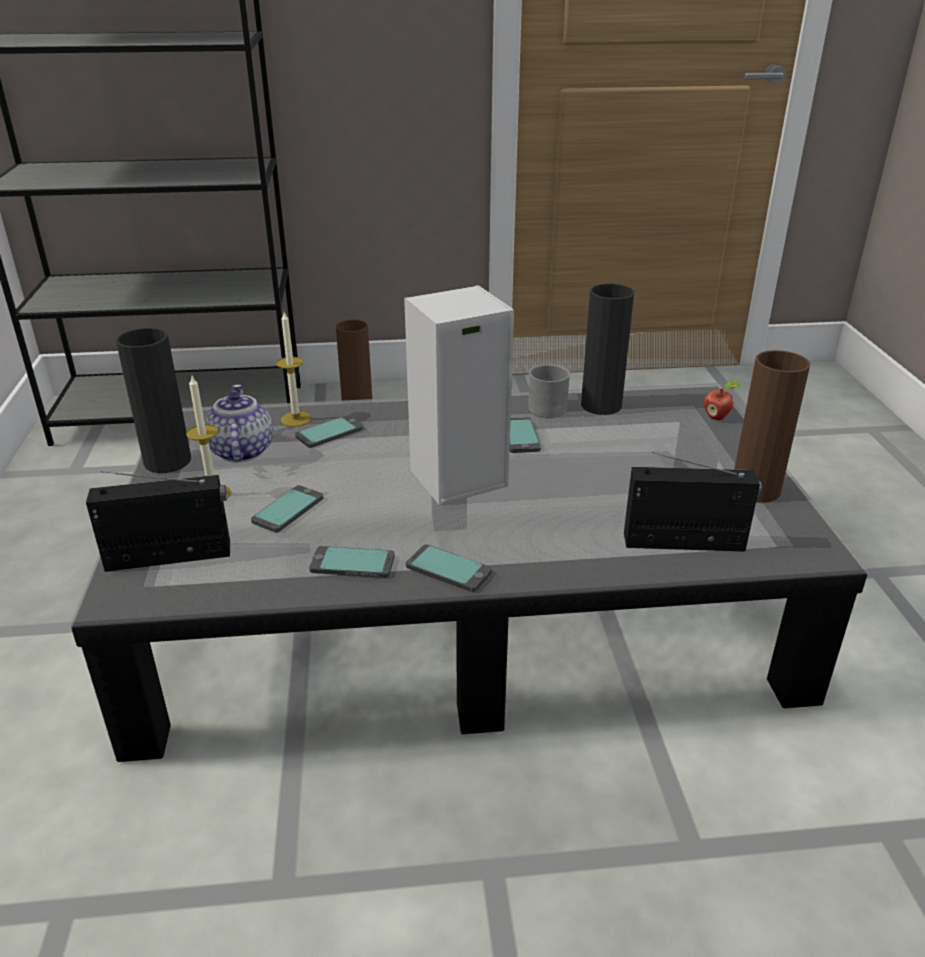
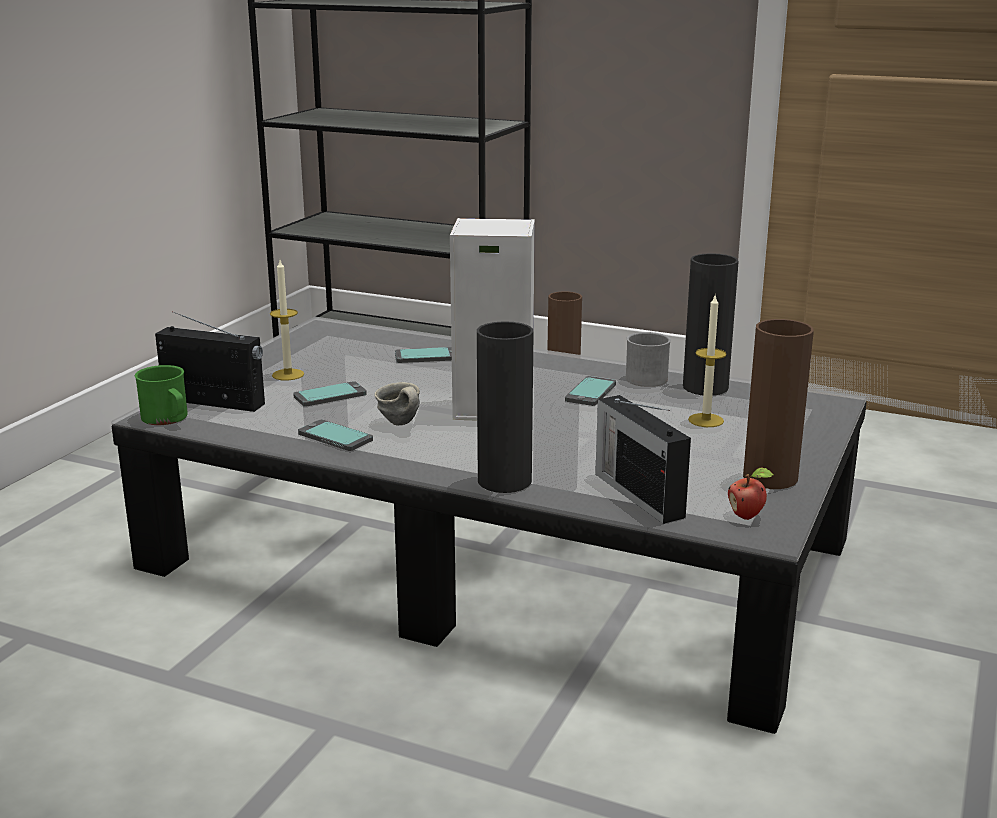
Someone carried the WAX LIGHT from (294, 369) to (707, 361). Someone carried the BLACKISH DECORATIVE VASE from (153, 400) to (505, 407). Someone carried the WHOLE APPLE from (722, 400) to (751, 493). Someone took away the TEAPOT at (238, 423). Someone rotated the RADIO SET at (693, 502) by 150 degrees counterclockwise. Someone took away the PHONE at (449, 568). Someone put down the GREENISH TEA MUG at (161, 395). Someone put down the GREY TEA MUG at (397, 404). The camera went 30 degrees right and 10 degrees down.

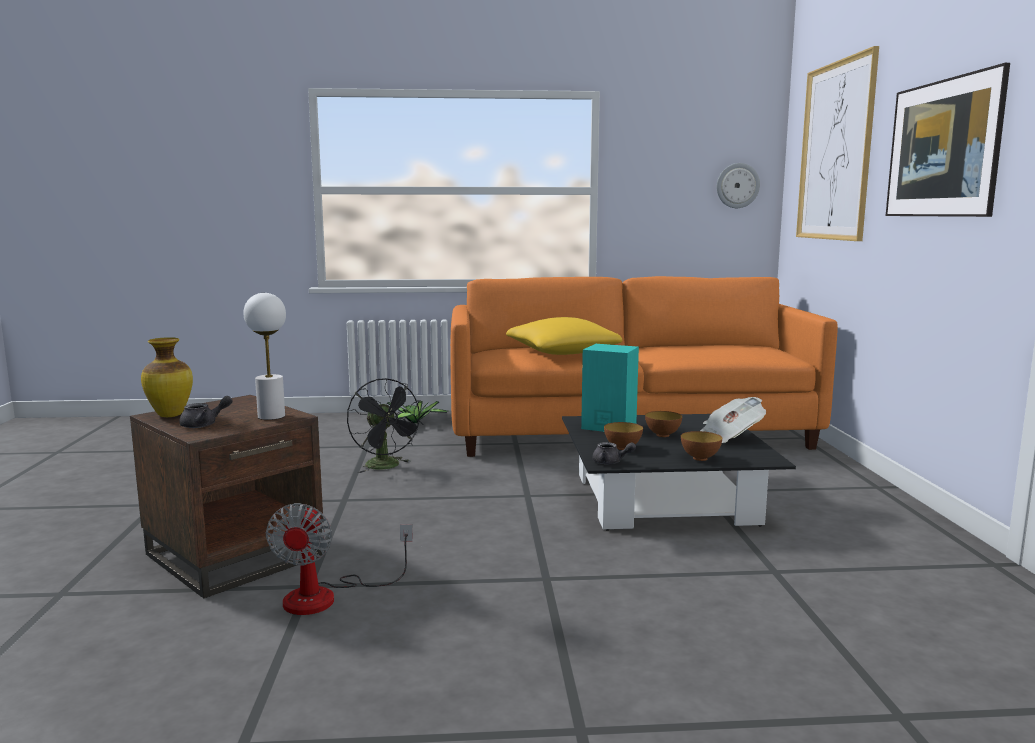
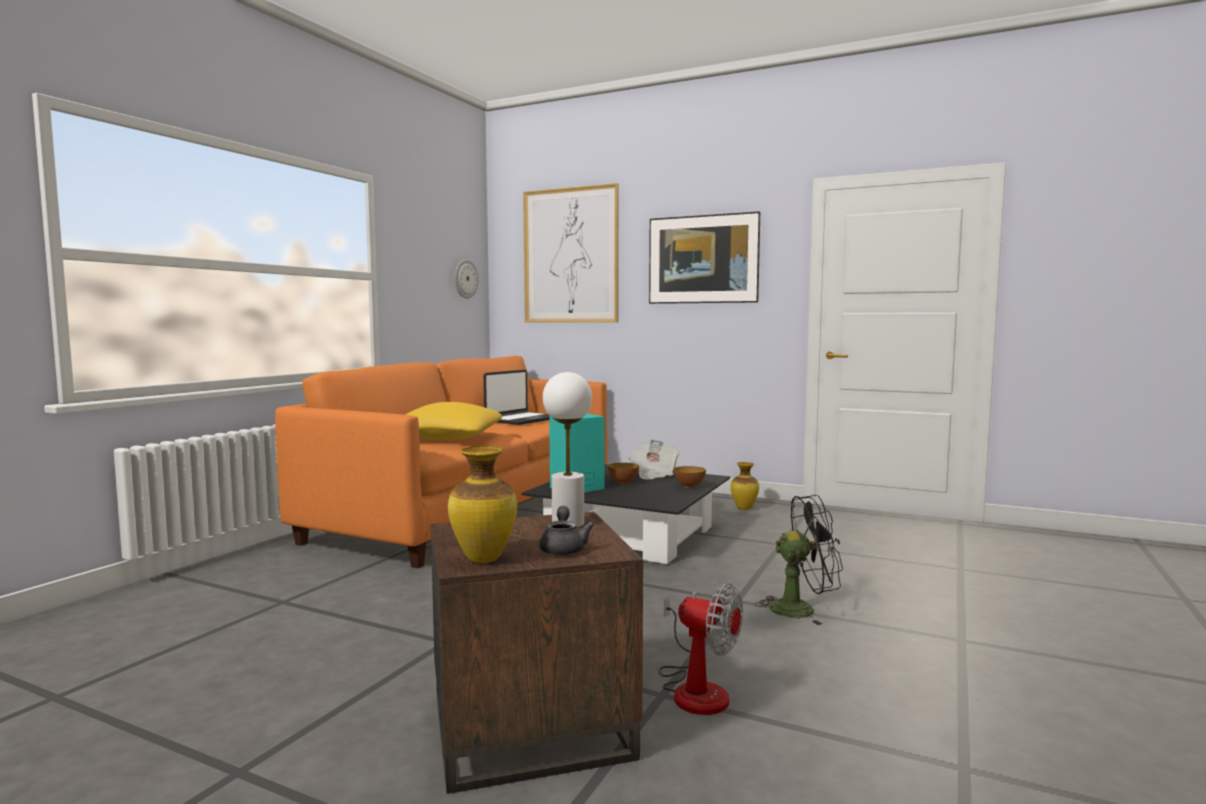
Someone carried the BLACKISH COOLING FAN from (385, 425) to (798, 560). Someone took away the POTTED PLANT at (417, 412). Someone took away the BOWL at (623, 436). Someone took away the GREY TEAPOT at (614, 453). Someone put down the LAPTOP at (516, 397). Someone put down the DECORATIVE VASE at (745, 486). The camera went 60 degrees left and 5 degrees down.

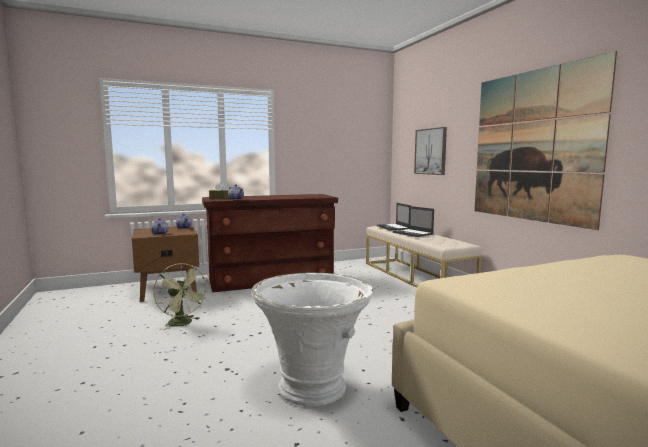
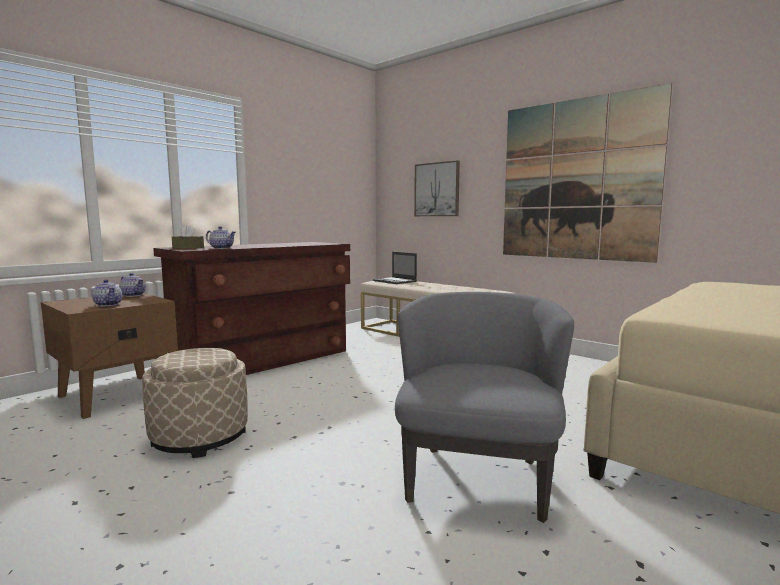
Someone took away the LAPTOP at (413, 221). Someone swapped the GREENISH COOLING FAN at (181, 296) for the SAND-COLOURED OTTOMAN at (195, 403). Someone swapped the WHITE-COLOURED PLANT POT at (312, 339) for the GREY EASY CHAIR at (484, 407). The camera went 25 degrees left and 0 degrees up.

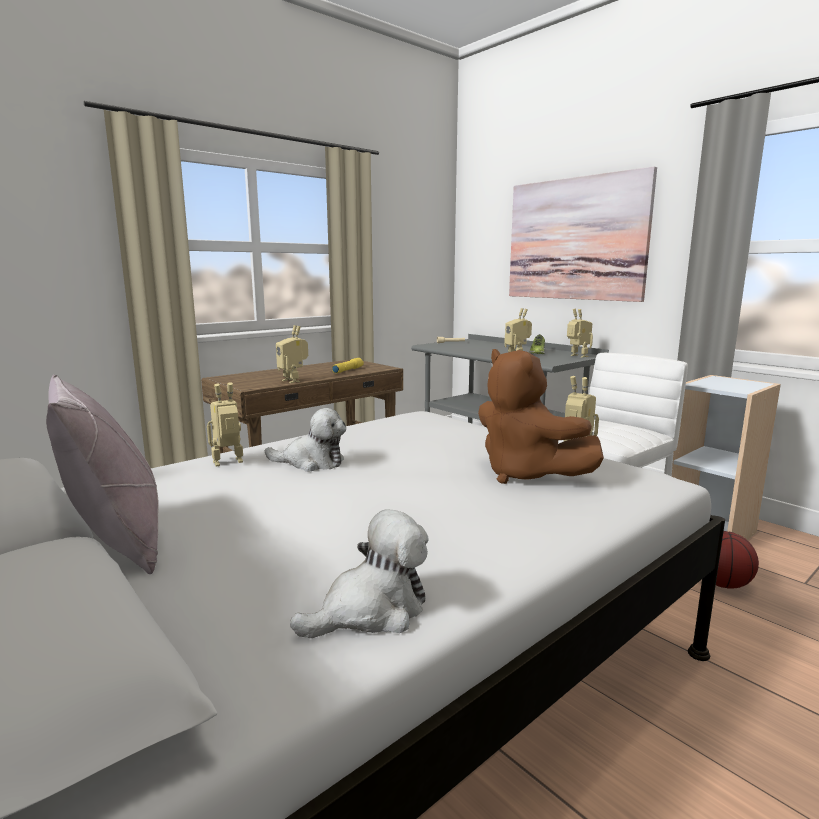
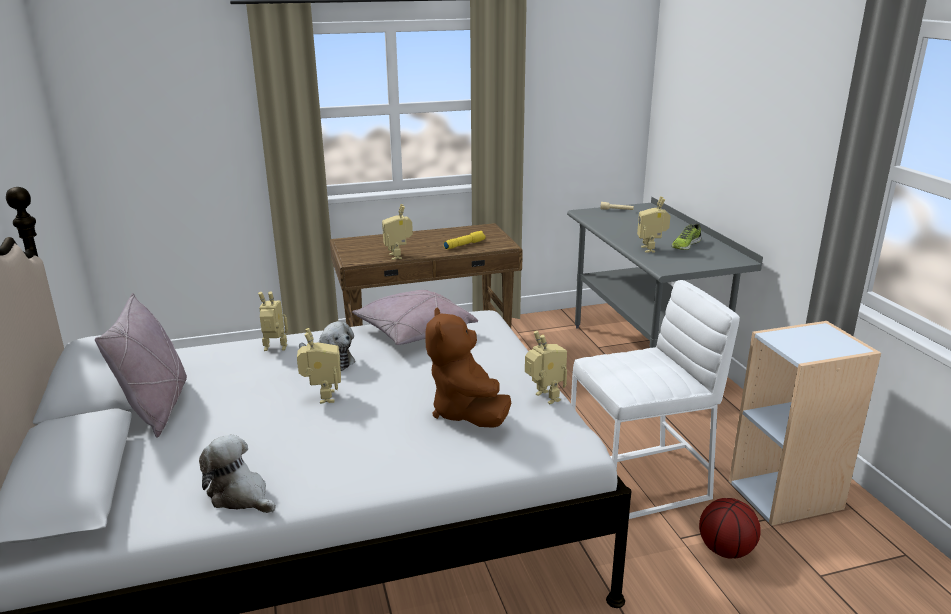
Someone took away the WALL ART at (583, 234). Someone carried the MODEL ROBOT from (580, 333) to (319, 366). Someone rotated the SOFT TOY at (359, 573) by 135 degrees counterclockwise. Someone put down the PURPLE PILLOW at (415, 317). The camera went 25 degrees right and 10 degrees up.

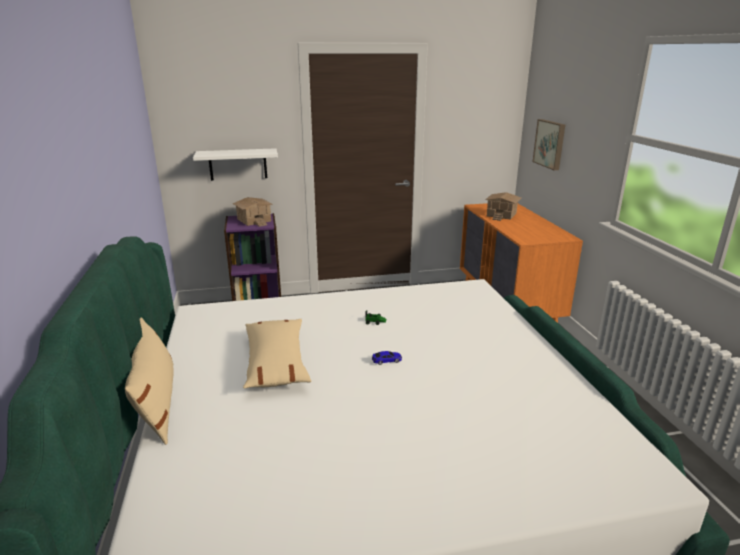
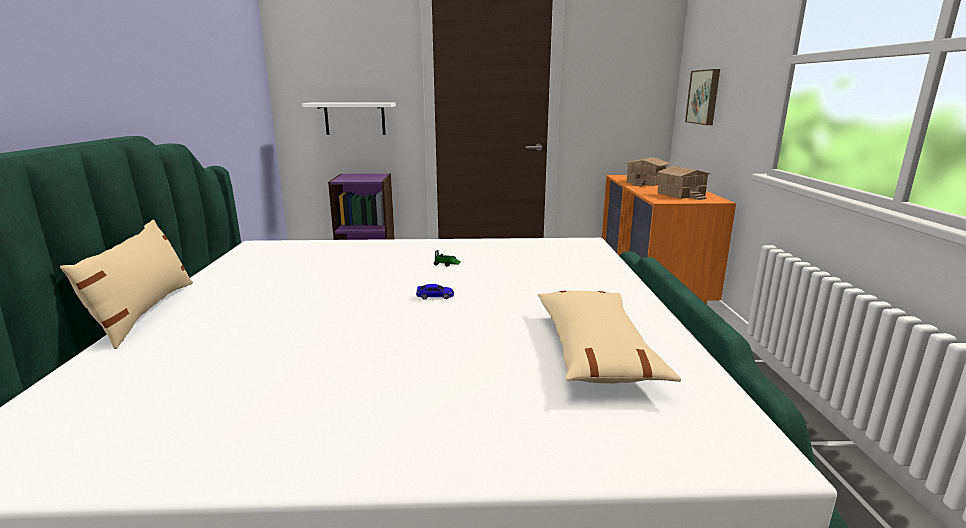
Someone carried the MODEL HOUSE from (252, 212) to (684, 183). Someone carried the SAND-COLOURED PILLOW from (277, 353) to (609, 337). The camera went 10 degrees right and 5 degrees down.

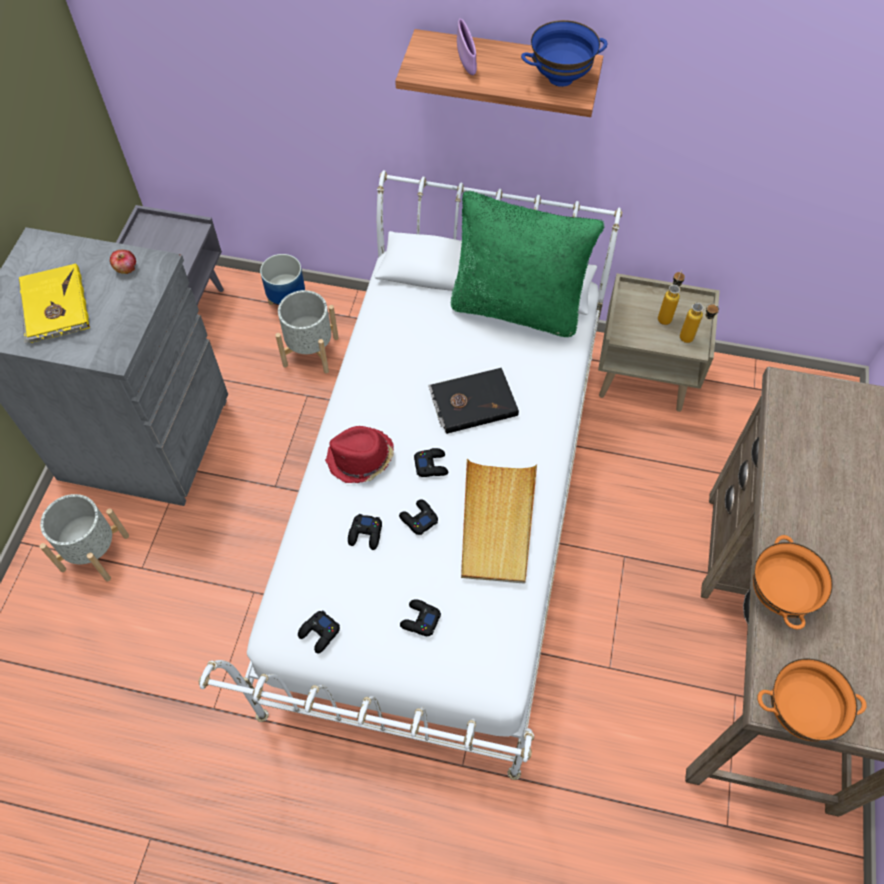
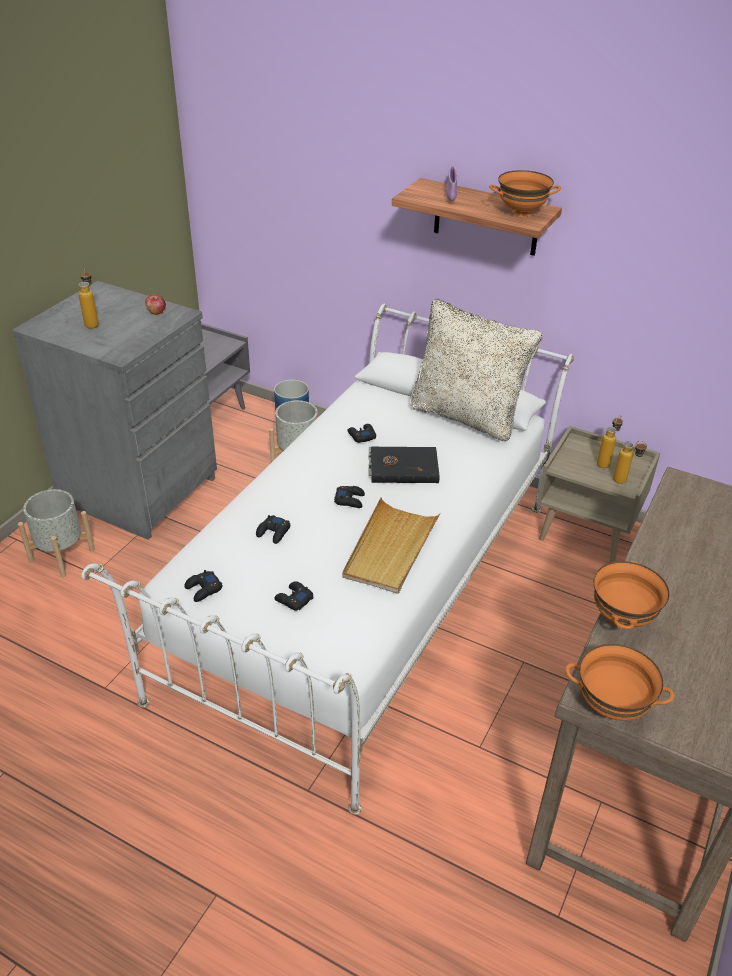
Someone repainted the BLUISH BOWL at (564, 53), which became the ORANGE BOWL at (525, 193). Someone repainted the GREENISH PILLOW at (528, 263), which became the SAND-COLOURED PILLOW at (476, 370). Someone swapped the YELLOW-COLOURED VOLUME at (54, 303) for the DRINK BOTTLE at (88, 298). Someone took away the REDDISH HAT at (359, 454). Someone carried the BLACKISH GAME CONTROLLER from (418, 517) to (362, 433). The camera went 15 degrees right and 20 degrees down.

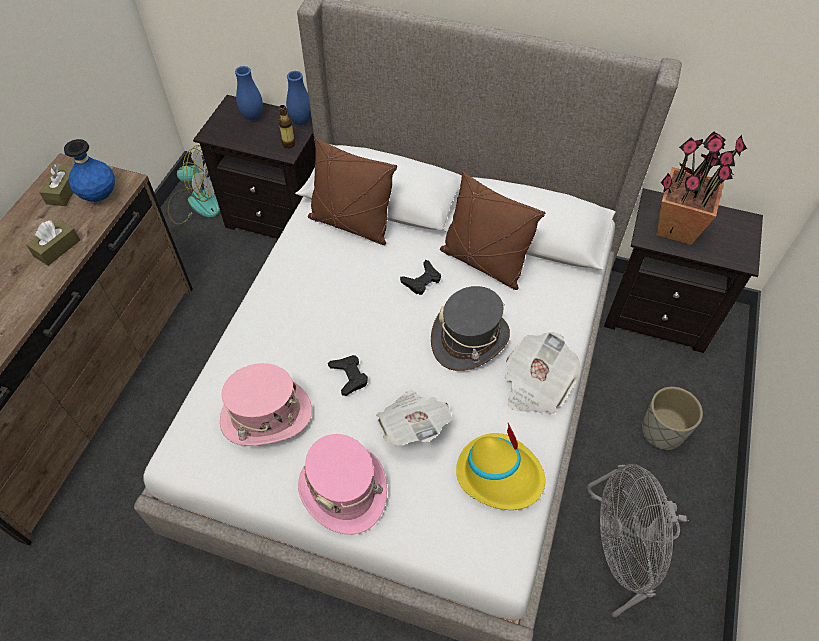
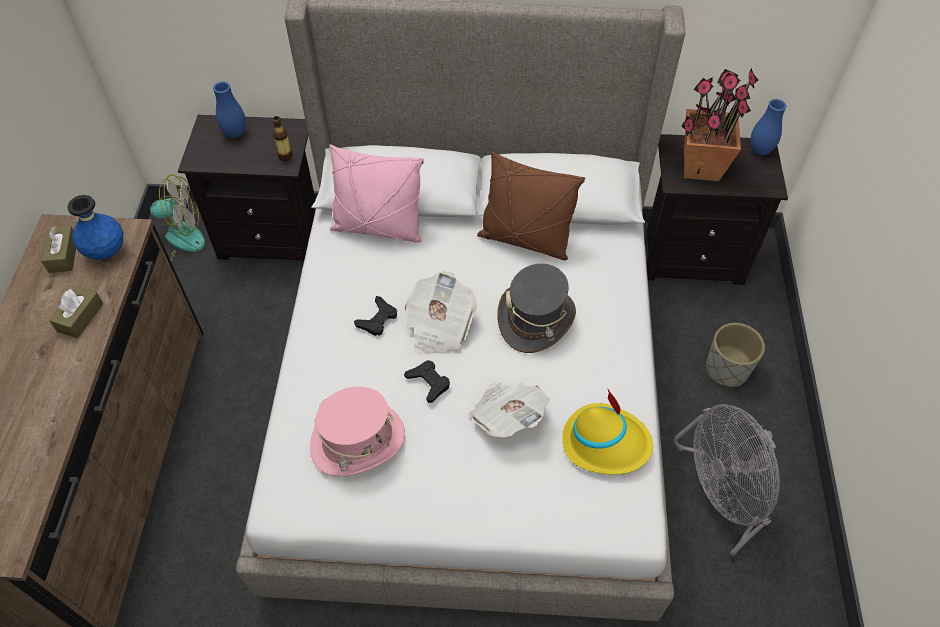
Someone carried the BLUISH DECORATIVE VASE from (298, 98) to (768, 127). Someone repainted the BROWNISH PILLOW at (352, 191), which became the PINK-COLOURED PILLOW at (376, 193). Someone carried the BLACKISH GAME CONTROLLER from (420, 277) to (375, 316). Someone carried the DAILY PAPER from (543, 373) to (440, 313). Someone took away the PINK-COLOURED HAT at (342, 484). The camera went 15 degrees left and 0 degrees up.

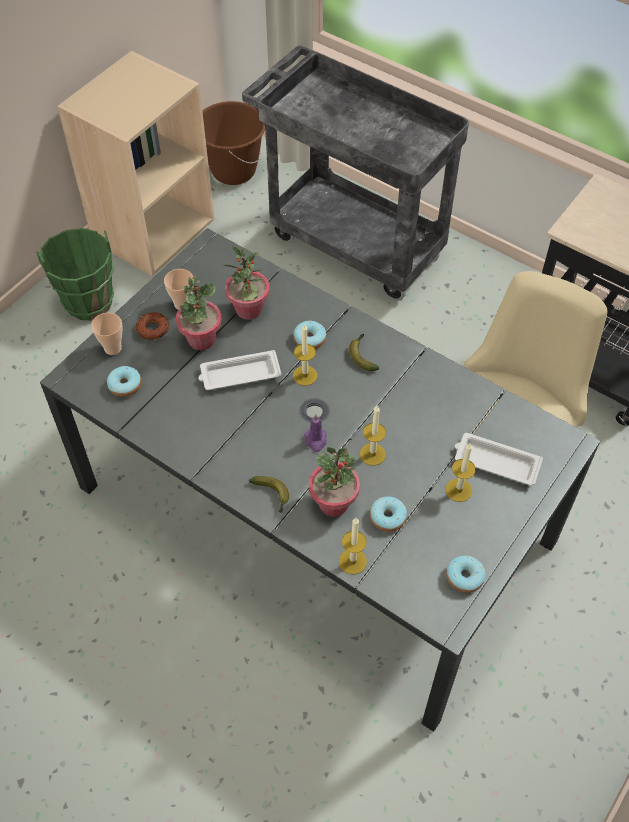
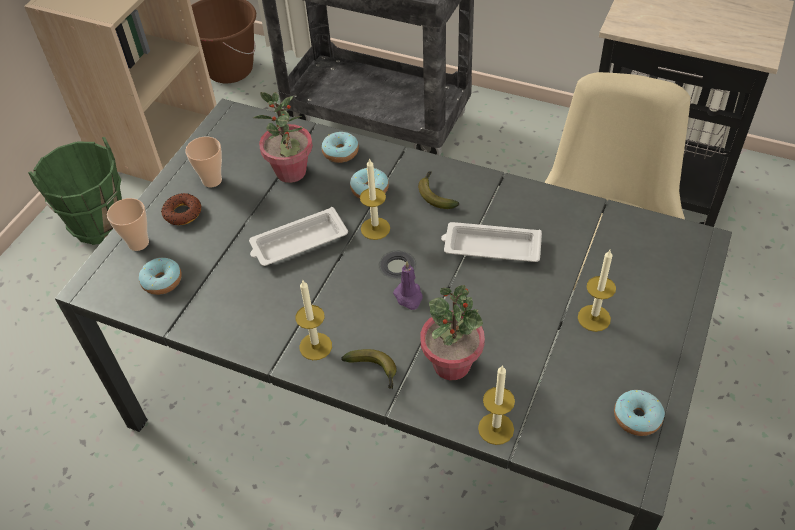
Someone took away the POTTED PLANT at (199, 313). Someone carried the WAX LIGHT from (373, 436) to (314, 319). Someone carried the WHITE-COLOURED CARRYING TRAY from (499, 459) to (491, 242). Someone carried the RING DOUGHNUT from (388, 514) to (340, 147). The camera went 10 degrees left and 5 degrees down.

